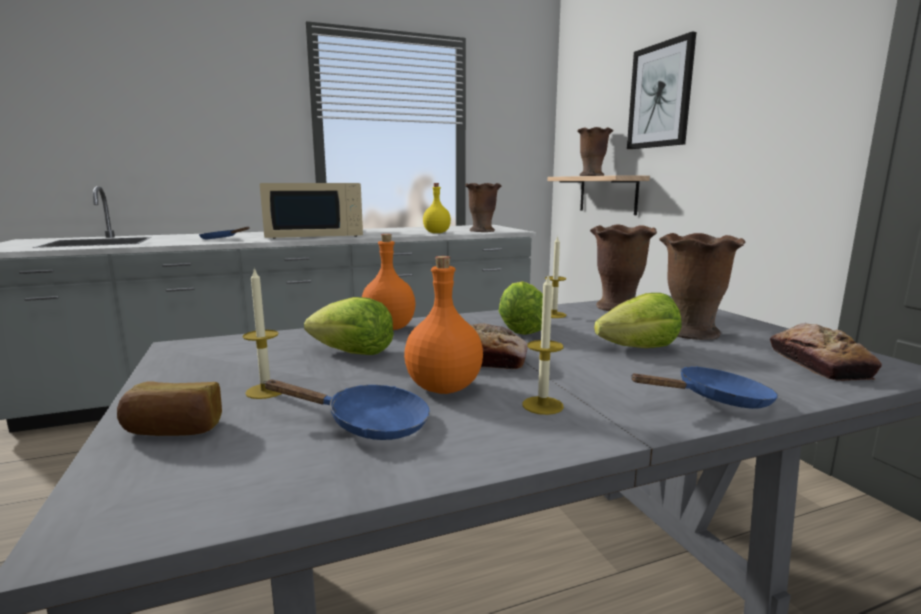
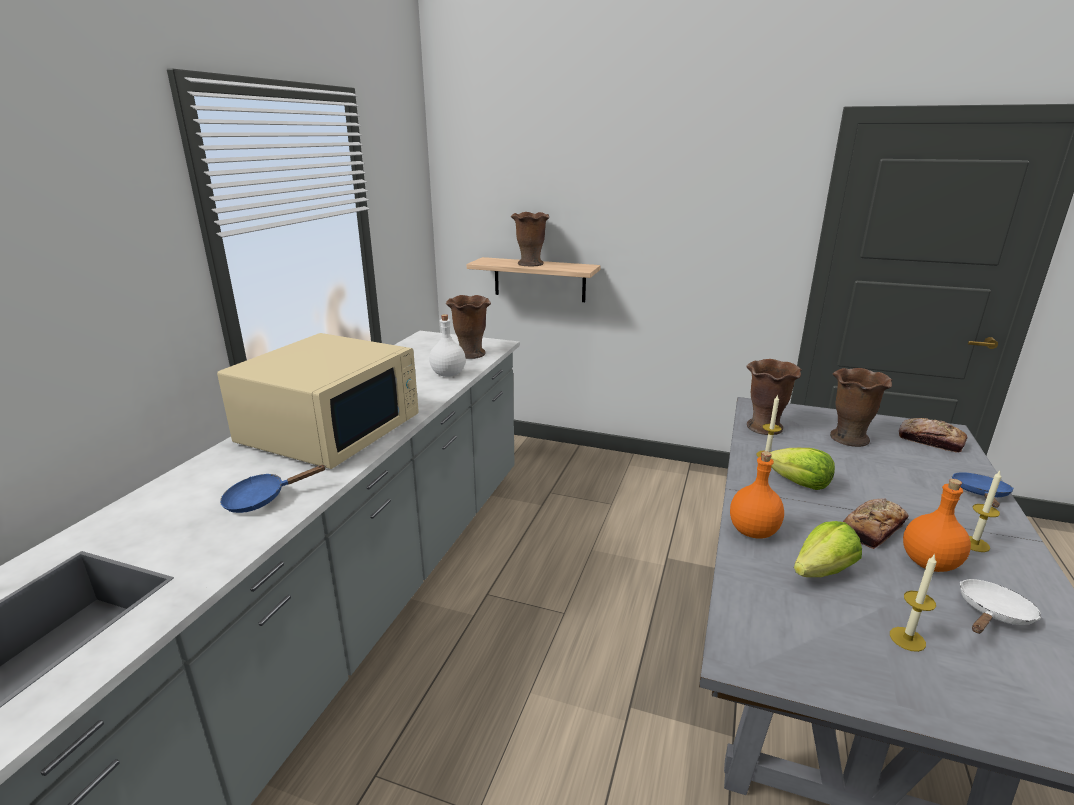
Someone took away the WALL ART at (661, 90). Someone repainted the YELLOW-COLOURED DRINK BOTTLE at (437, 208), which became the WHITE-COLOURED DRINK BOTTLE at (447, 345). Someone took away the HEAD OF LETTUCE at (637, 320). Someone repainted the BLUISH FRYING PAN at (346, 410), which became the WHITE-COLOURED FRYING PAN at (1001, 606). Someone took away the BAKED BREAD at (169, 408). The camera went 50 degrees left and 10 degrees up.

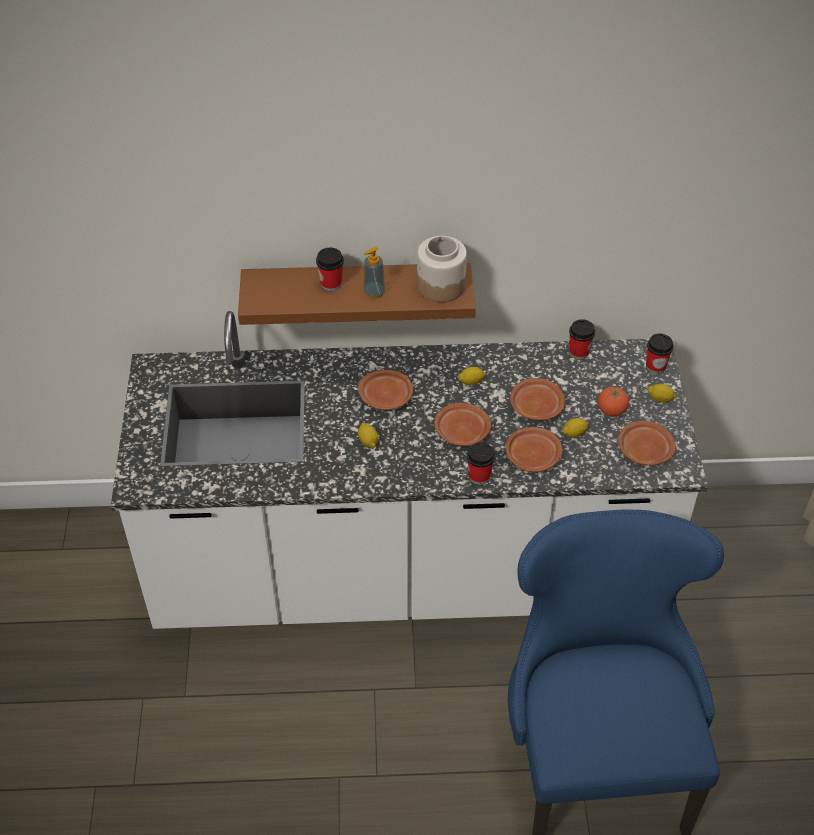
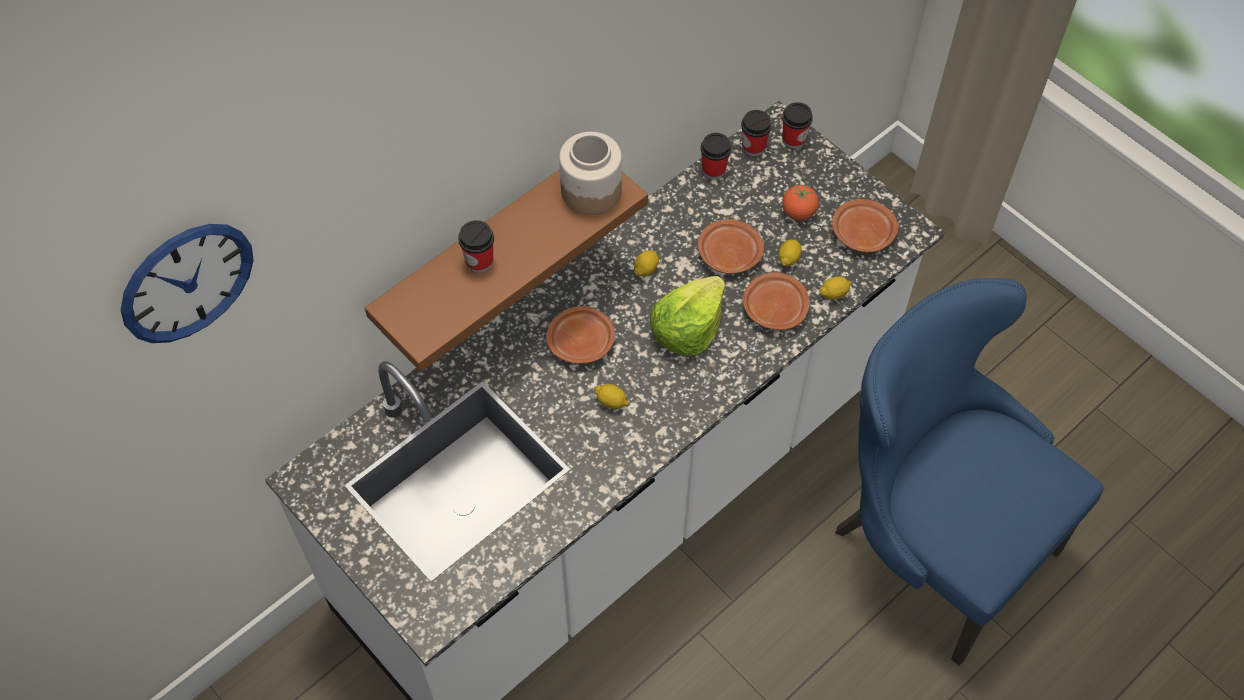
Someone took away the SOAP BOTTLE at (374, 272). Someone carried the LEMON from (662, 393) to (835, 288). Someone swapped the BROWNISH DINNER PLATE at (462, 424) for the HEAD OF LETTUCE at (687, 316). Someone carried the DRINKING CUP from (481, 463) to (756, 133). Someone put up the WALL CLOCK at (187, 283). The camera went 40 degrees left and 10 degrees up.

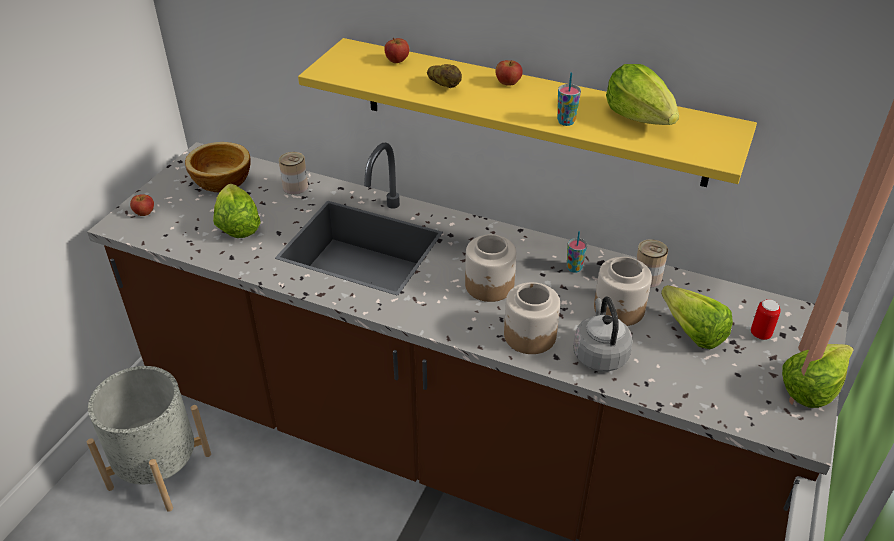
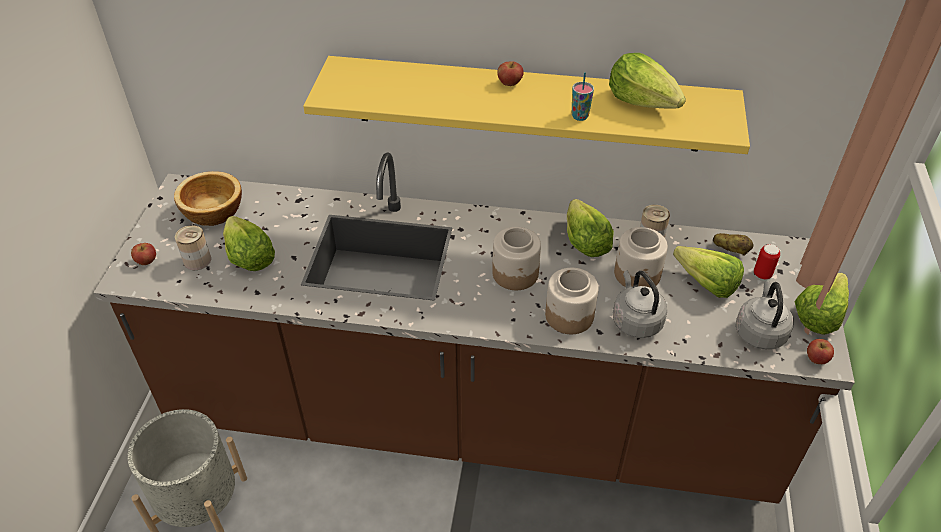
Someone carried the WHOLE APPLE from (396, 50) to (820, 351). Someone carried the WHOLE POTATO from (444, 76) to (733, 244). Someone carried the METAL CAN from (293, 173) to (193, 247). Someone swapped the DRINKING CUP at (577, 252) for the HEAD OF LETTUCE at (590, 228). Someone put down the GREY WATER KETTLE at (765, 315). The camera went 15 degrees left and 5 degrees up.

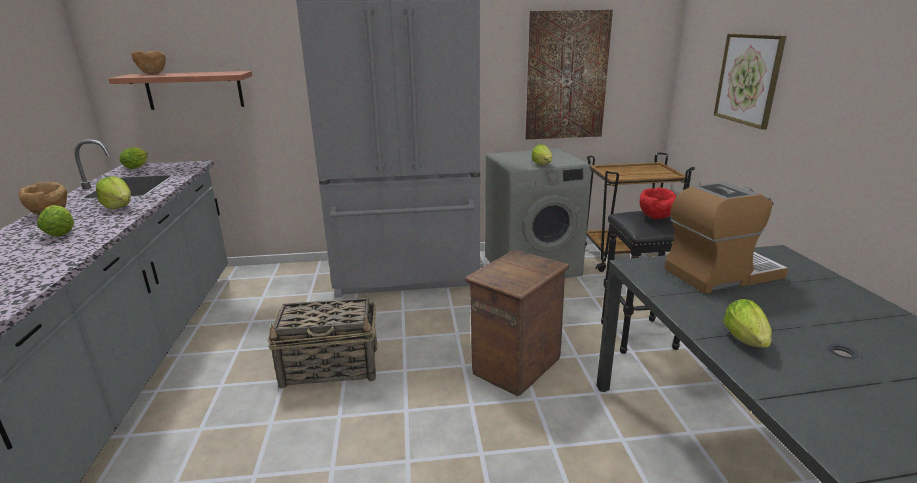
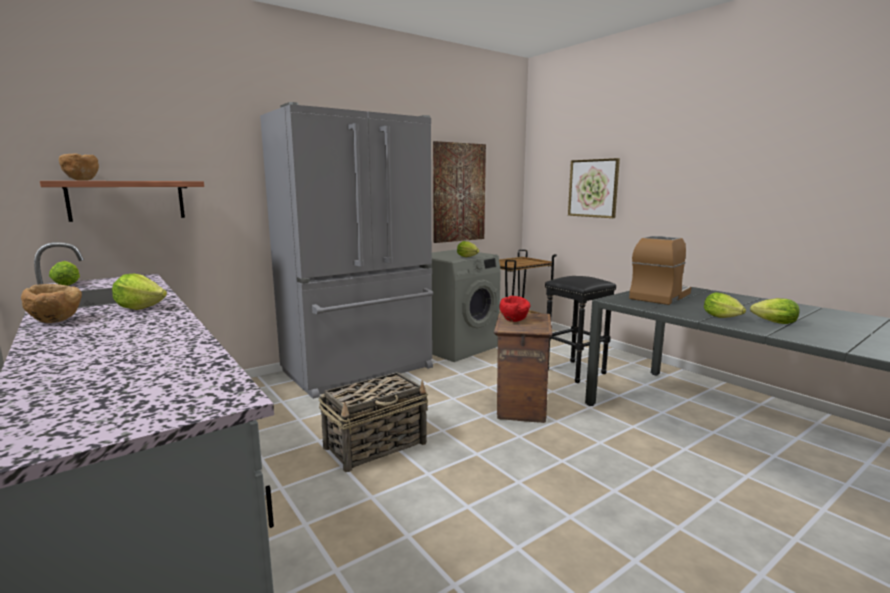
Someone carried the REDDISH BOWL from (657, 203) to (515, 309). Someone carried the HEAD OF LETTUCE from (55, 220) to (775, 311). The camera went 30 degrees left and 10 degrees down.

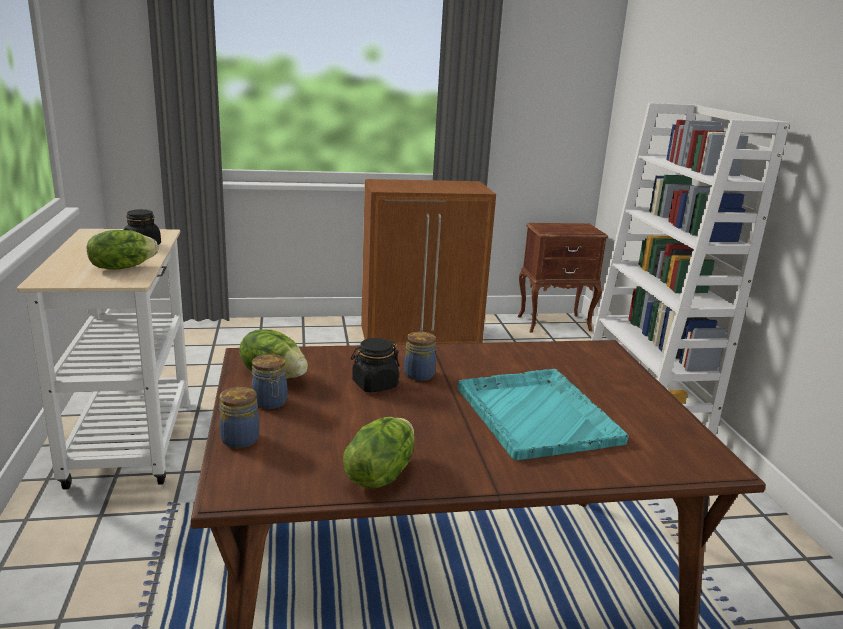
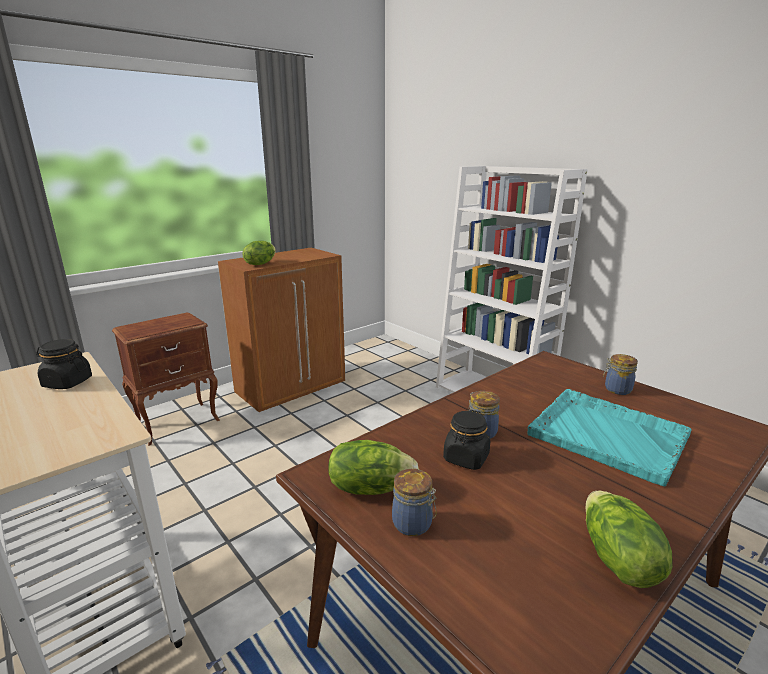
Someone carried the BROWNISH NIGHTSTAND from (562, 278) to (166, 379). Someone carried the HEAD OF LETTUCE from (122, 250) to (259, 253). Someone carried the STORAGE JAR from (239, 417) to (620, 374). The camera went 30 degrees left and 0 degrees up.

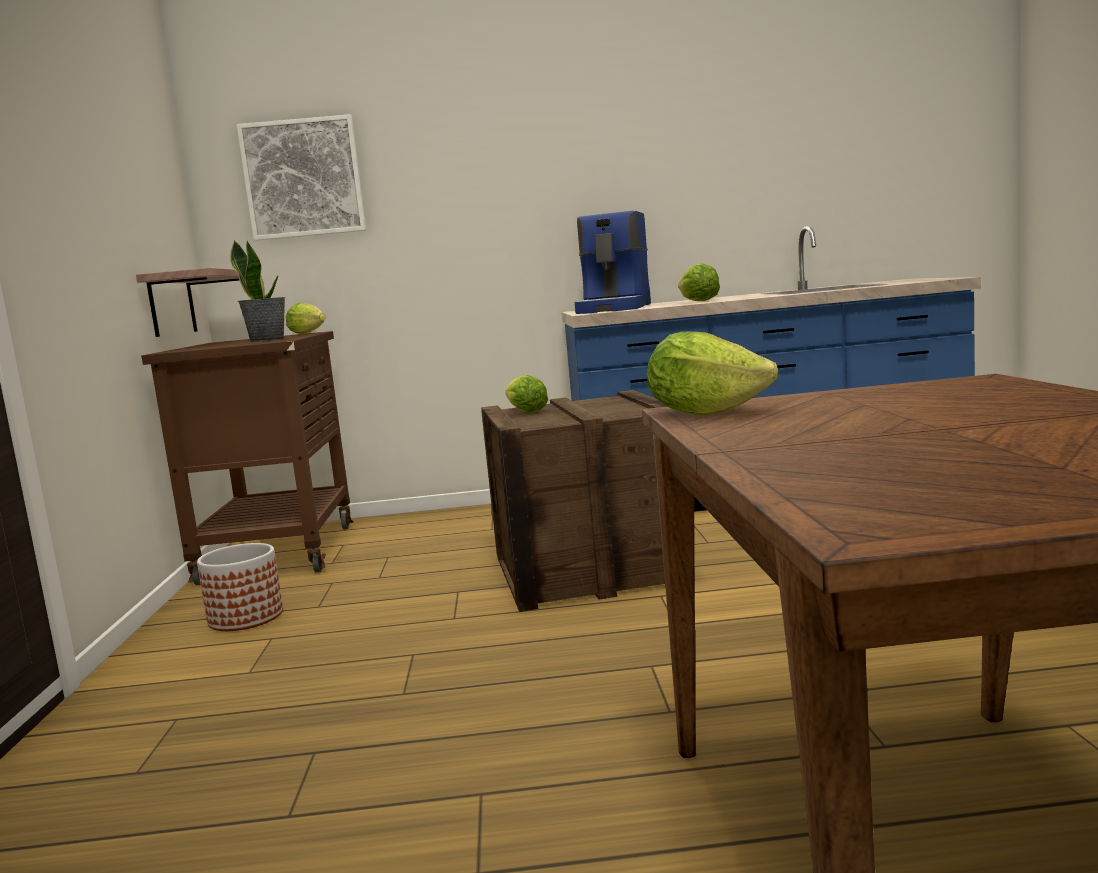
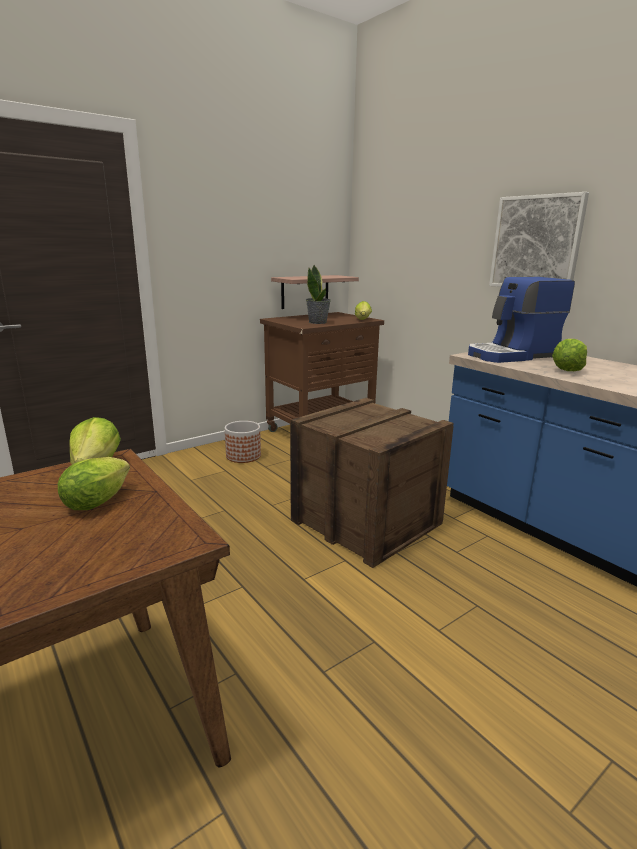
Someone carried the WALL ART from (301, 177) to (539, 239). Someone carried the HEAD OF LETTUCE from (526, 394) to (94, 483). The camera went 55 degrees right and 10 degrees up.

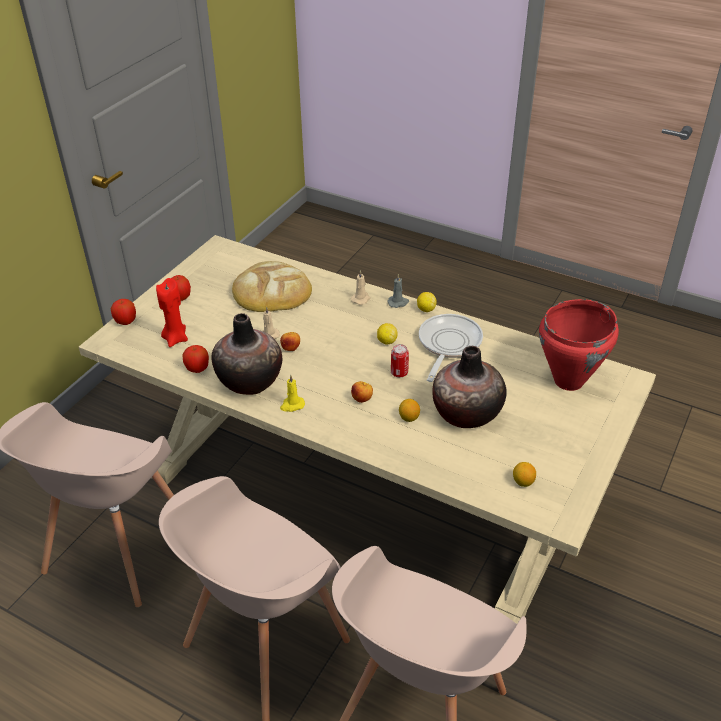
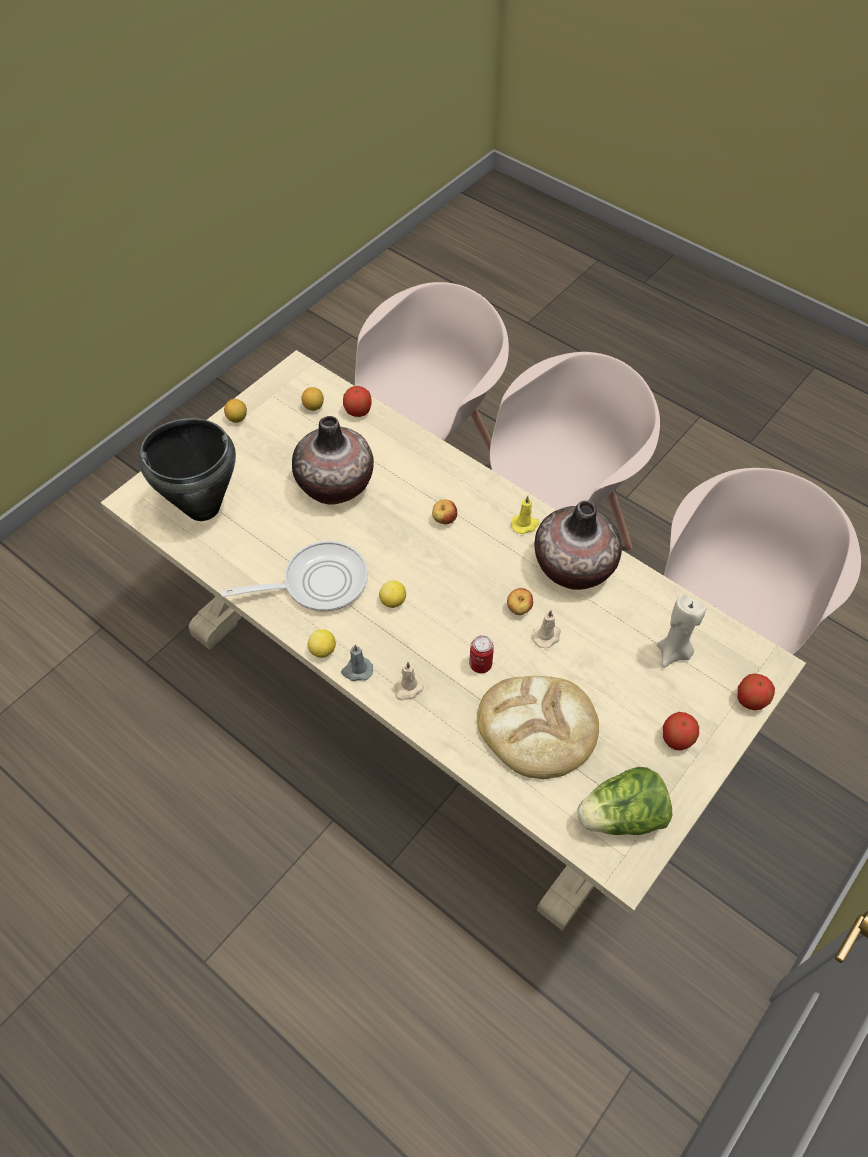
Someone repainted the REDDISH WAX LIGHT at (172, 312), which became the SAND-COLOURED WAX LIGHT at (681, 631). Someone repainted the REDDISH STOCKPOT at (579, 345), which became the BLACKISH STOCKPOT at (187, 469). Someone rotated the FRYING PAN at (451, 348) by 135 degrees counterclockwise. Someone carried the METAL CAN from (400, 360) to (481, 654). Someone carried the WHOLE APPLE from (195, 359) to (357, 401). Someone carried the LEMON from (409, 410) to (235, 411). Someone put down the HEAD OF LETTUCE at (624, 801). The camera went 170 degrees left and 15 degrees up.

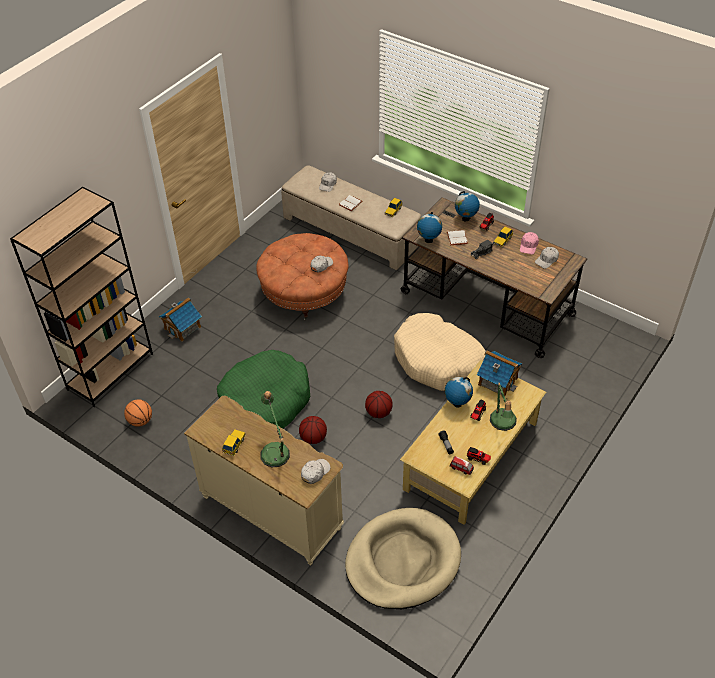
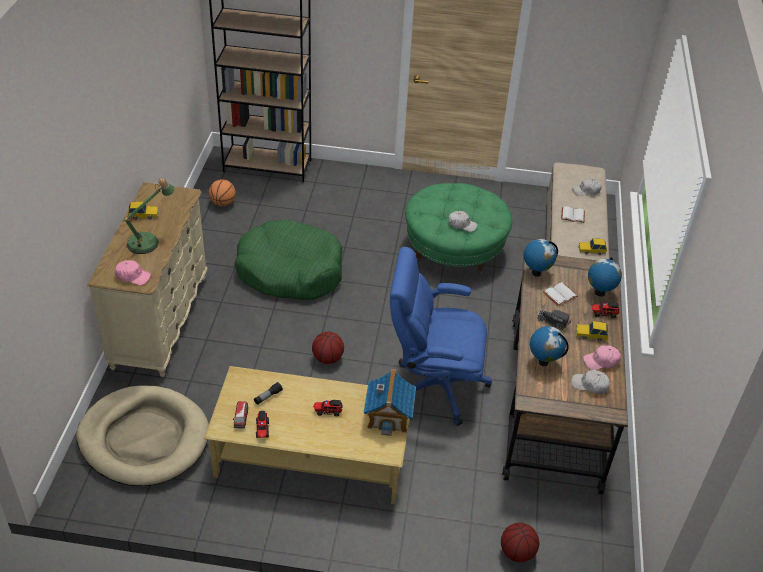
Someone repainted the BROWNISH OTTOMAN at (302, 277), which became the GREENISH OTTOMAN at (458, 229). Someone took away the MODEL HOUSE at (180, 319). Someone swapped the SAND-COLOURED DOG BED at (440, 352) for the BLUISH OFFICE CHAIR at (441, 336). Someone carried the WORLD GLOBE from (459, 392) to (549, 346). Someone took away the LAMP FOR A TABLE at (503, 406). Someone carried the BASKETBALL BALL from (313, 430) to (520, 542). Someone repainted the WHITE-COLOURED CAP at (315, 471), which became the PINK-COLOURED CAP at (133, 272). The camera went 60 degrees right and 5 degrees down.

